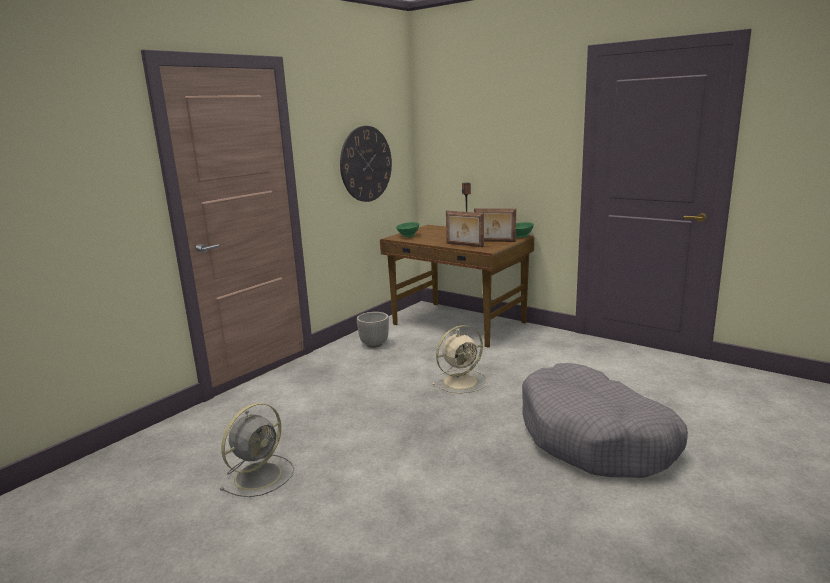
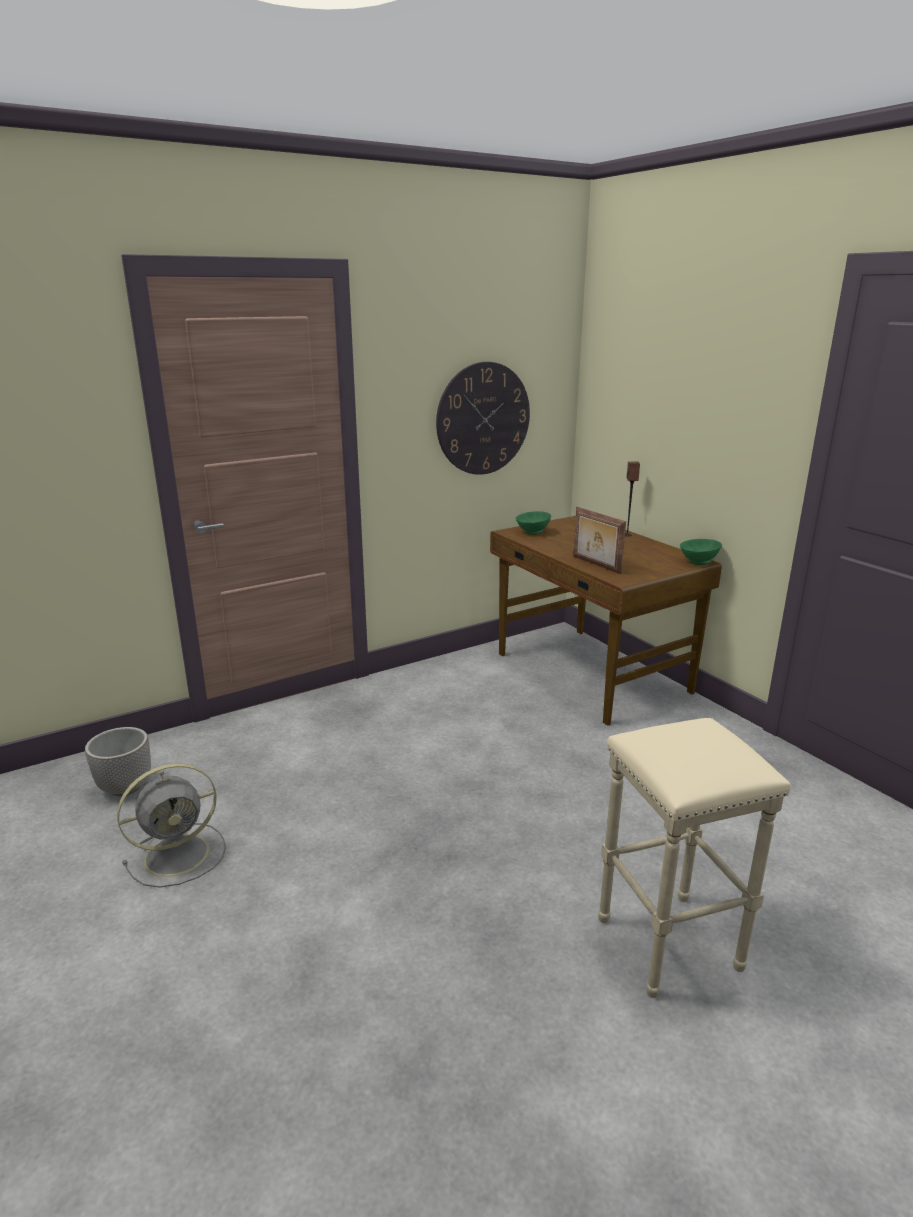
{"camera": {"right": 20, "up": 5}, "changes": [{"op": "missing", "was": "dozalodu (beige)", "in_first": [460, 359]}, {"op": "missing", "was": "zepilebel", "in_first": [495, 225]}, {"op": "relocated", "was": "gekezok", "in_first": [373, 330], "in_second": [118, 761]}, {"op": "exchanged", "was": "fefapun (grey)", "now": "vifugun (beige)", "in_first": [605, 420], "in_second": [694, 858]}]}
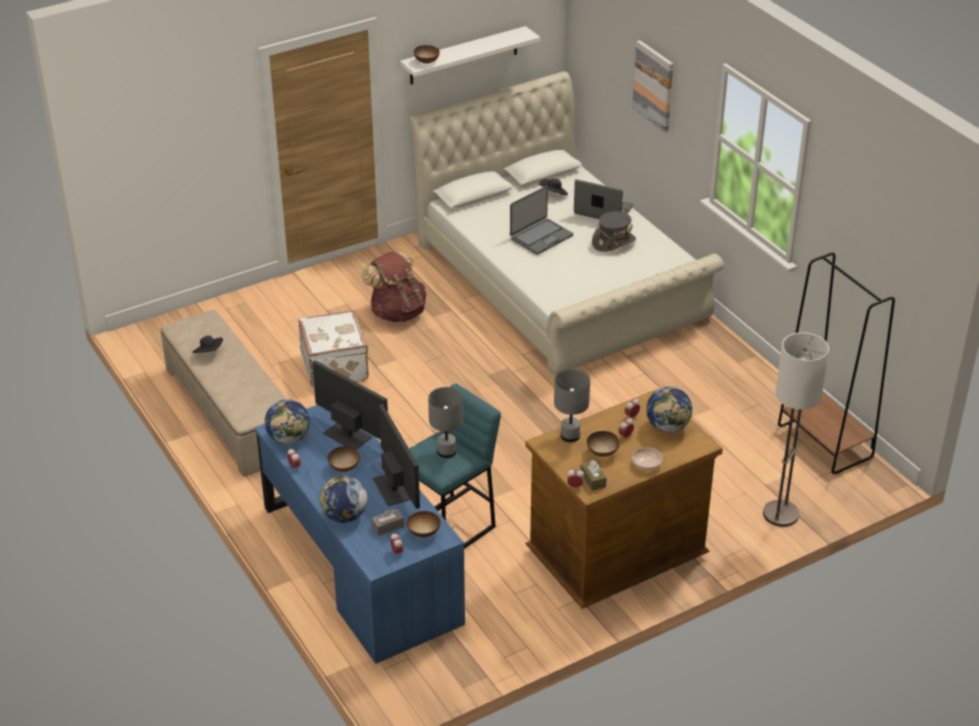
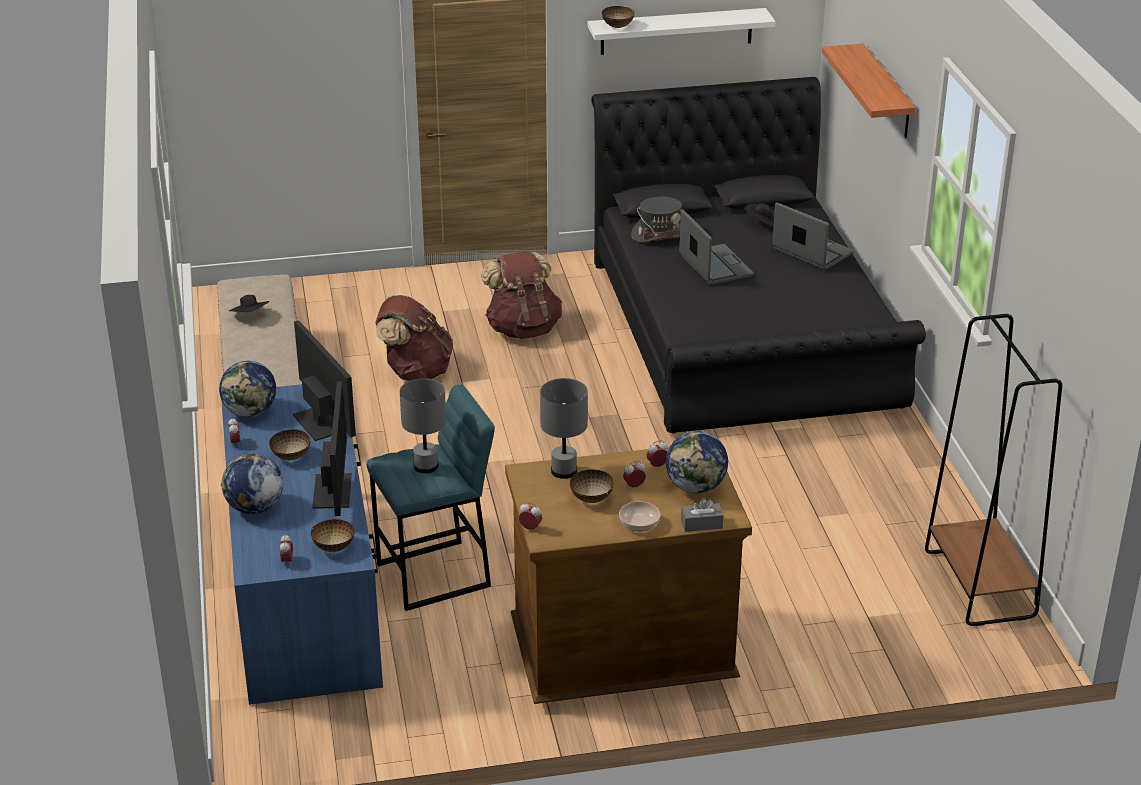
{"camera": {"right": 20, "up": -5}, "changes": [{"op": "missing", "was": "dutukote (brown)", "in_first": [593, 475]}, {"op": "missing", "was": "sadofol", "in_first": [796, 429]}, {"op": "relocated", "was": "dutukote (grey)", "in_first": [387, 522], "in_second": [702, 515]}, {"op": "relocated", "was": "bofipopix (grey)", "in_first": [614, 231], "in_second": [656, 219]}, {"op": "exchanged", "was": "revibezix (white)", "now": "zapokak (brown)", "in_first": [333, 349], "in_second": [414, 338]}, {"op": "exchanged", "was": "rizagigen", "now": "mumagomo", "in_first": [652, 86], "in_second": [869, 91]}, {"op": "colour", "was": "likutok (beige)", "now": "likutok (black)", "in_first": [566, 223], "in_second": [758, 255]}, {"op": "spun", "was": "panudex", "in_first": [541, 220], "in_second": [716, 247], "clockwise": -90}]}
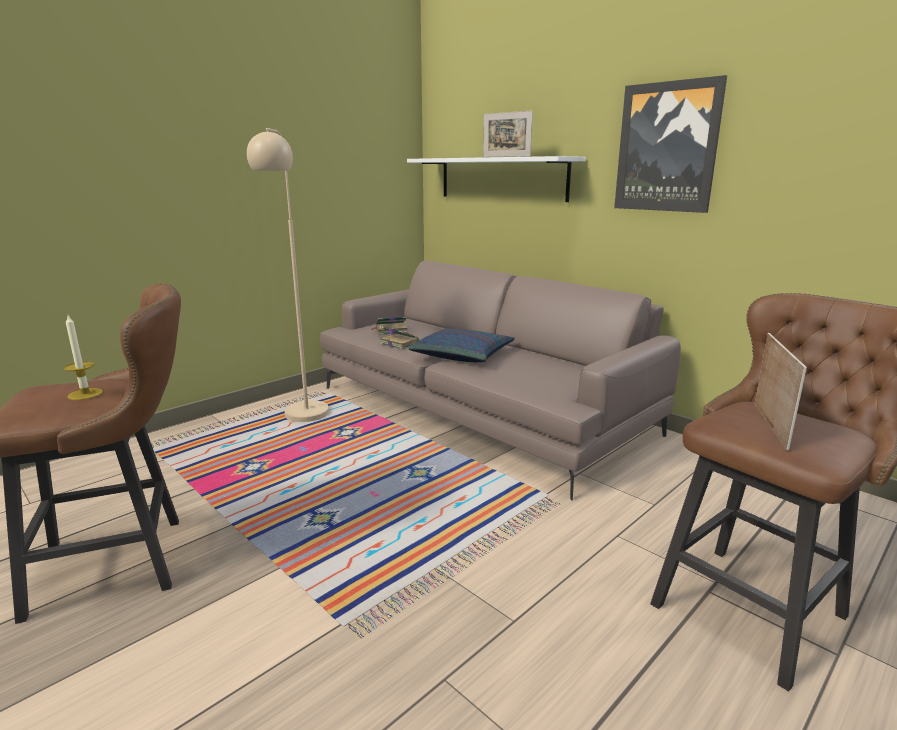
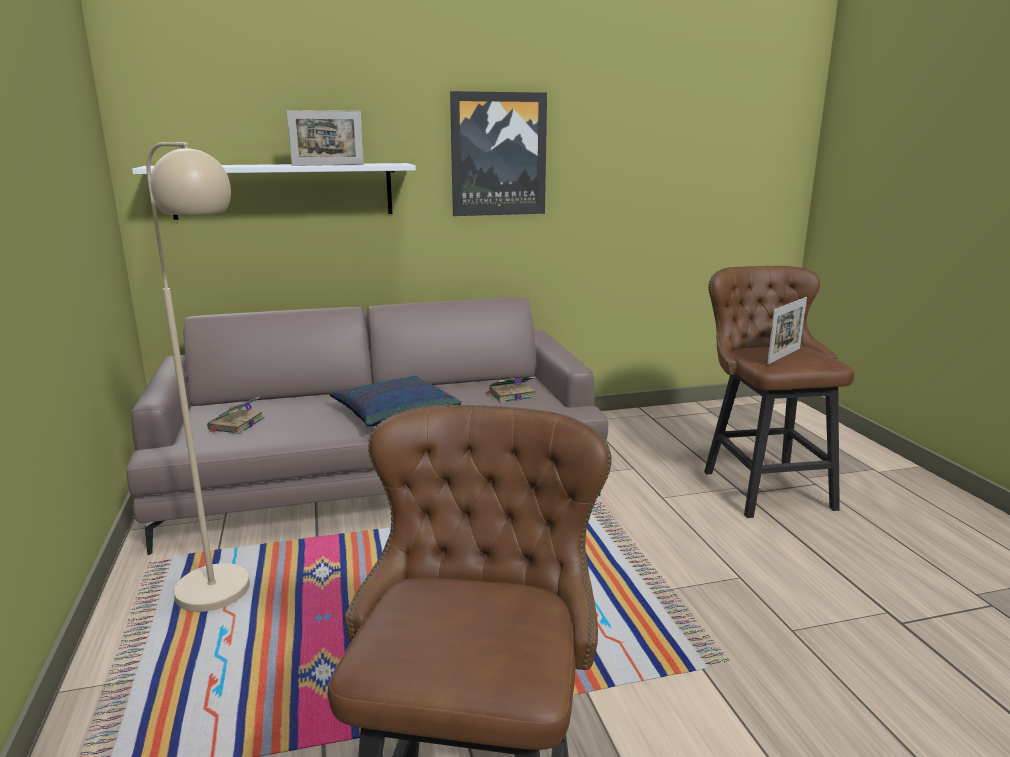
{"camera": {"right": -60, "up": 0}, "changes": [{"op": "missing", "was": "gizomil", "in_first": [83, 357]}, {"op": "relocated", "was": "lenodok", "in_first": [399, 337], "in_second": [510, 389]}, {"op": "spun", "was": "zepilebel", "in_first": [781, 391], "in_second": [787, 331], "clockwise": 90}]}
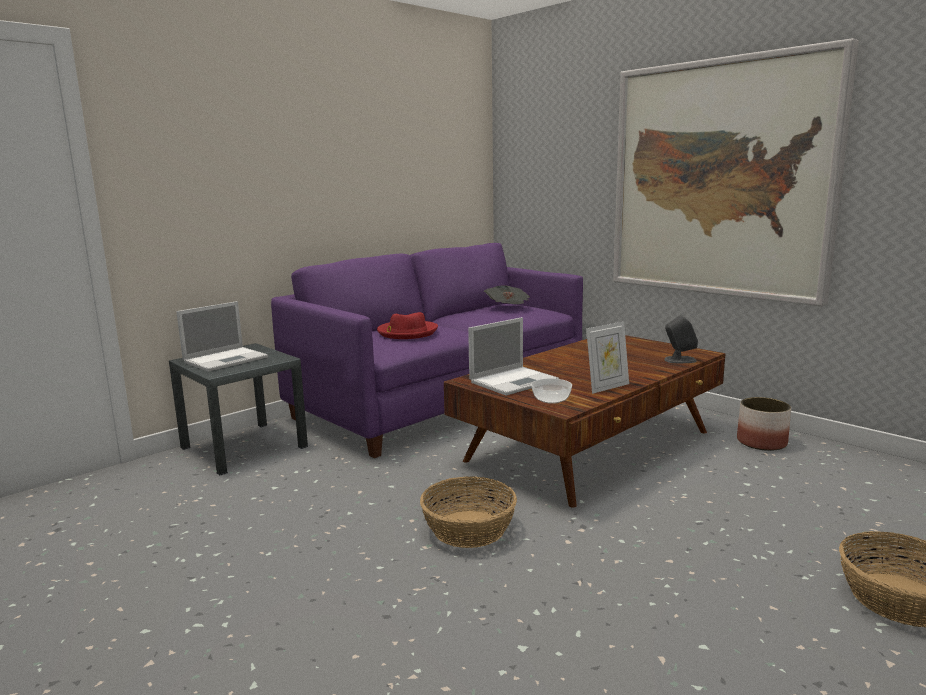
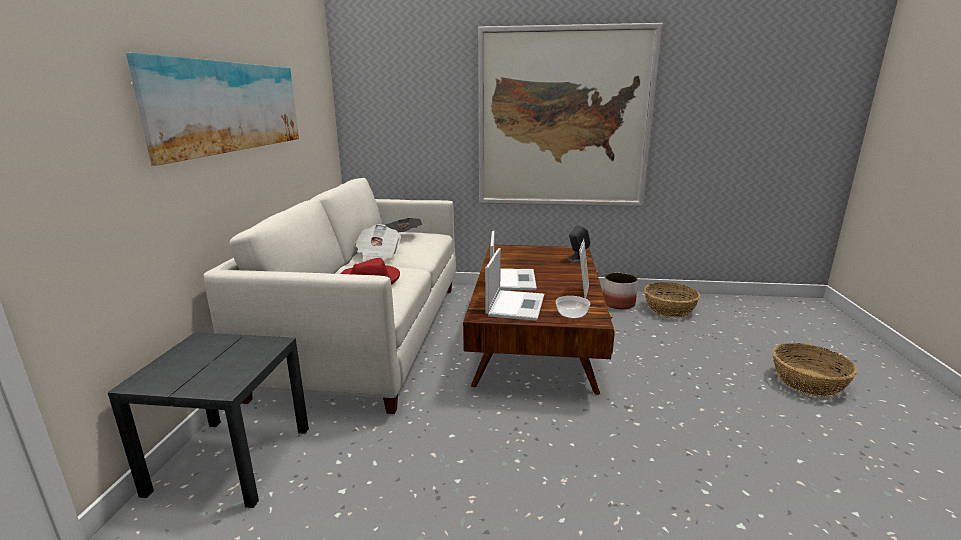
{"camera": {"right": -40, "up": 5}, "changes": [{"op": "appeared", "now": "rizagigen", "in_second": [212, 109]}, {"op": "appeared", "now": "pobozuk", "in_second": [378, 243]}, {"op": "relocated", "was": "panudex", "in_first": [222, 336], "in_second": [513, 260]}, {"op": "relocated", "was": "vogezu", "in_first": [468, 512], "in_second": [672, 299]}, {"op": "colour", "was": "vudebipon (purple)", "now": "vudebipon (white)", "in_first": [427, 350], "in_second": [330, 296]}]}
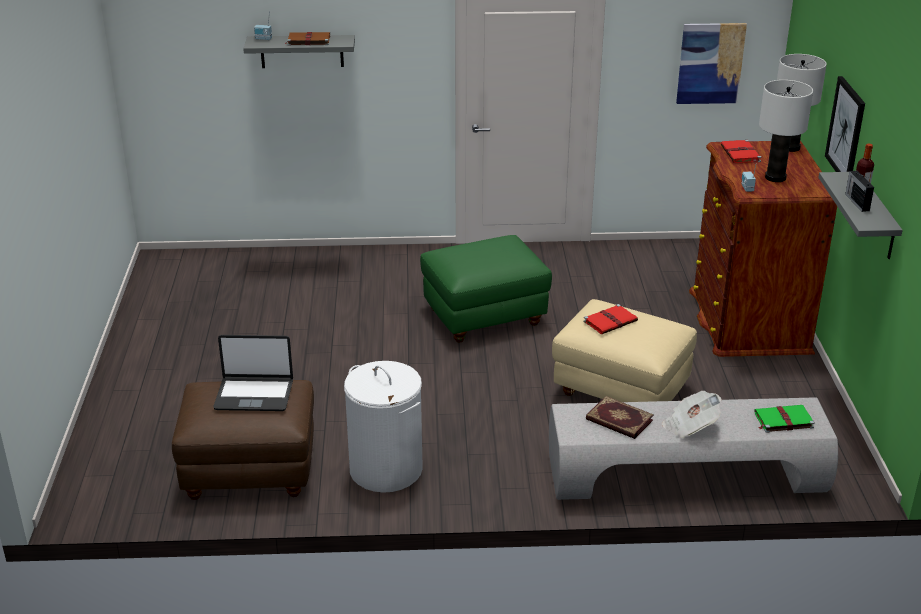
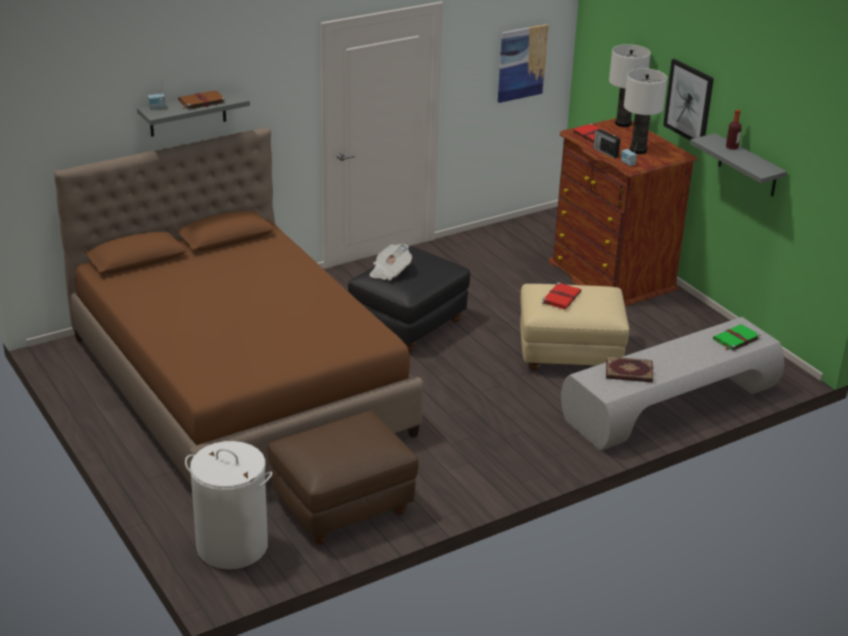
{"camera": {"right": -30, "up": 0}, "changes": [{"op": "missing", "was": "panudex", "in_first": [253, 373]}, {"op": "appeared", "now": "likutok (brown)", "in_second": [238, 307]}, {"op": "relocated", "was": "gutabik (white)", "in_first": [383, 427], "in_second": [229, 505]}, {"op": "relocated", "was": "pobozuk", "in_first": [692, 414], "in_second": [391, 262]}, {"op": "relocated", "was": "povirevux", "in_first": [859, 191], "in_second": [607, 143]}, {"op": "colour", "was": "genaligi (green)", "now": "genaligi (black)", "in_first": [486, 288], "in_second": [409, 299]}]}
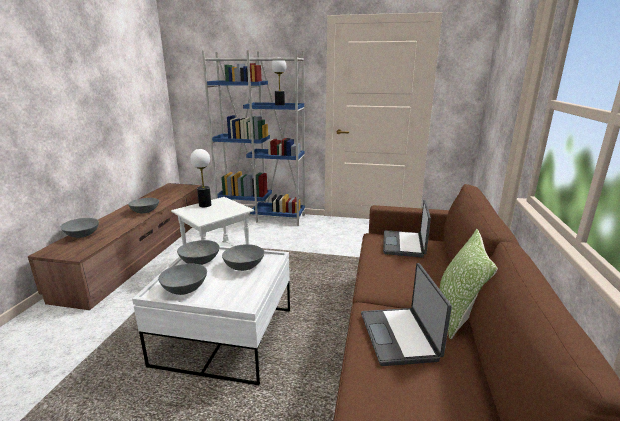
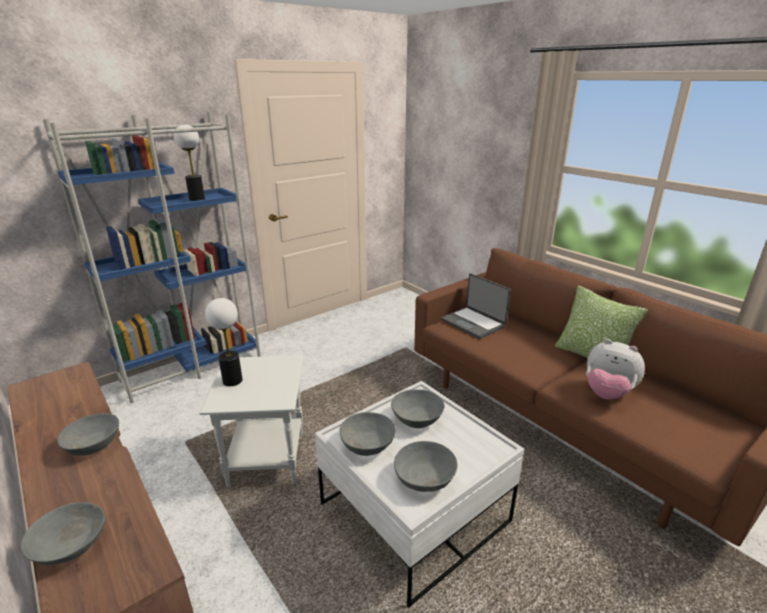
{"camera": {"right": -50, "up": 5}, "changes": [{"op": "exchanged", "was": "panudex", "now": "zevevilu", "in_first": [406, 314], "in_second": [615, 369]}]}
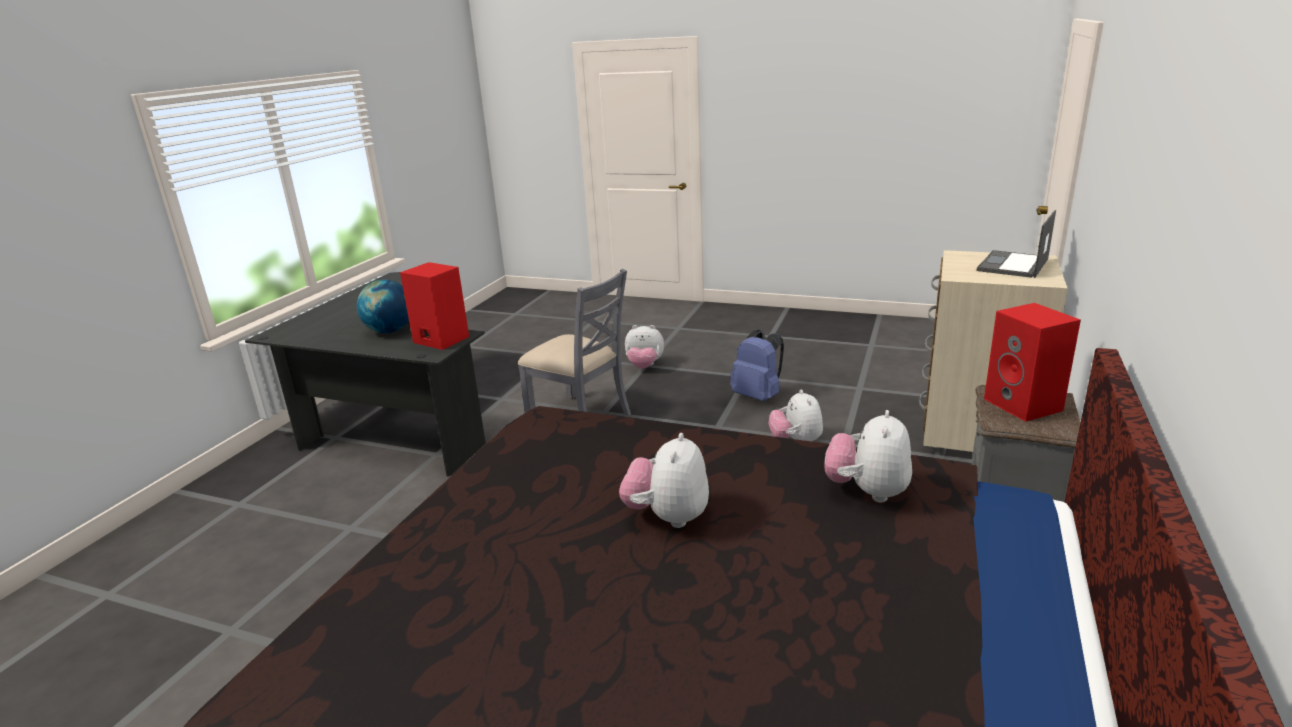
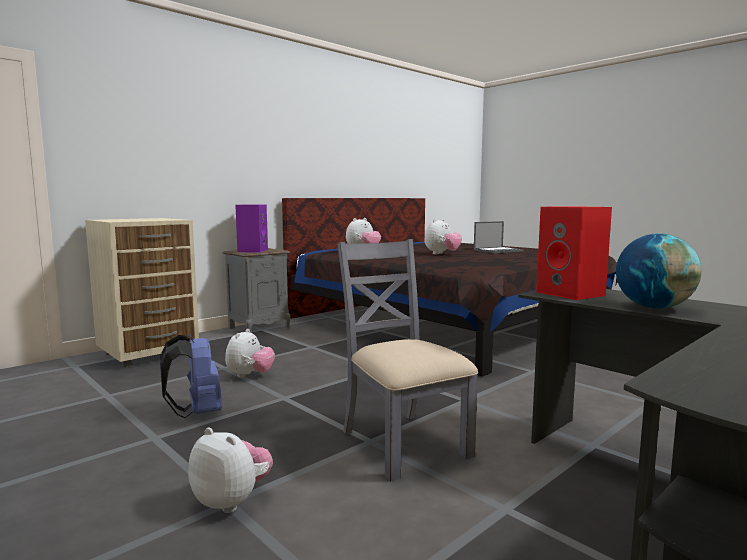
{"camera": {"right": -155, "up": -15}, "changes": [{"op": "relocated", "was": "panudex", "in_first": [1016, 244], "in_second": [499, 237]}, {"op": "colour", "was": "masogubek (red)", "now": "masogubek (purple)", "in_first": [1032, 362], "in_second": [251, 229]}]}
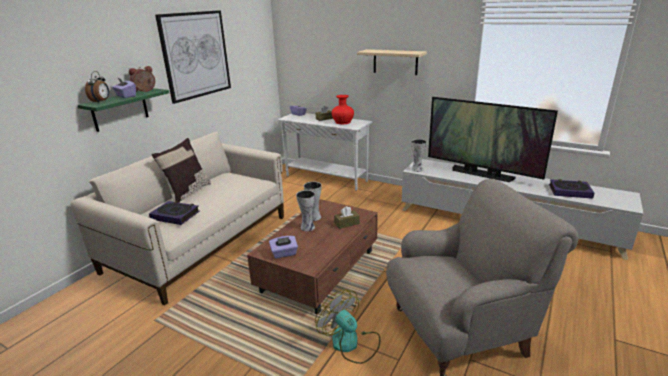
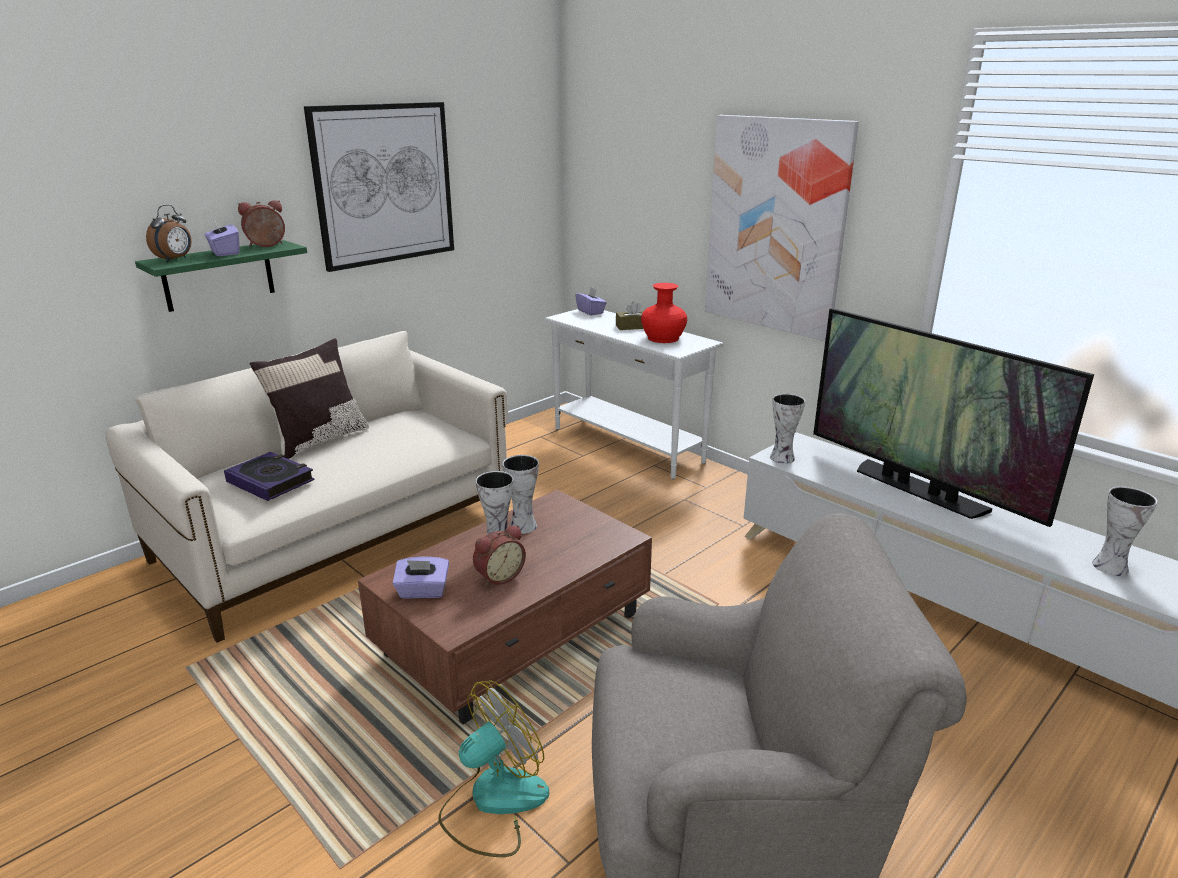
{"camera": {"right": 15, "up": 0}, "changes": [{"op": "missing", "was": "dutukote (brown)", "in_first": [347, 217]}, {"op": "appeared", "now": "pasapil", "in_second": [499, 555]}, {"op": "exchanged", "was": "mumagomo (beige)", "now": "rizagigen", "in_first": [392, 62], "in_second": [782, 228]}, {"op": "exchanged", "was": "lenodok", "now": "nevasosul", "in_first": [571, 189], "in_second": [1125, 531]}, {"op": "spun", "was": "dozalodu", "in_first": [347, 326], "in_second": [493, 768], "clockwise": 75}]}
